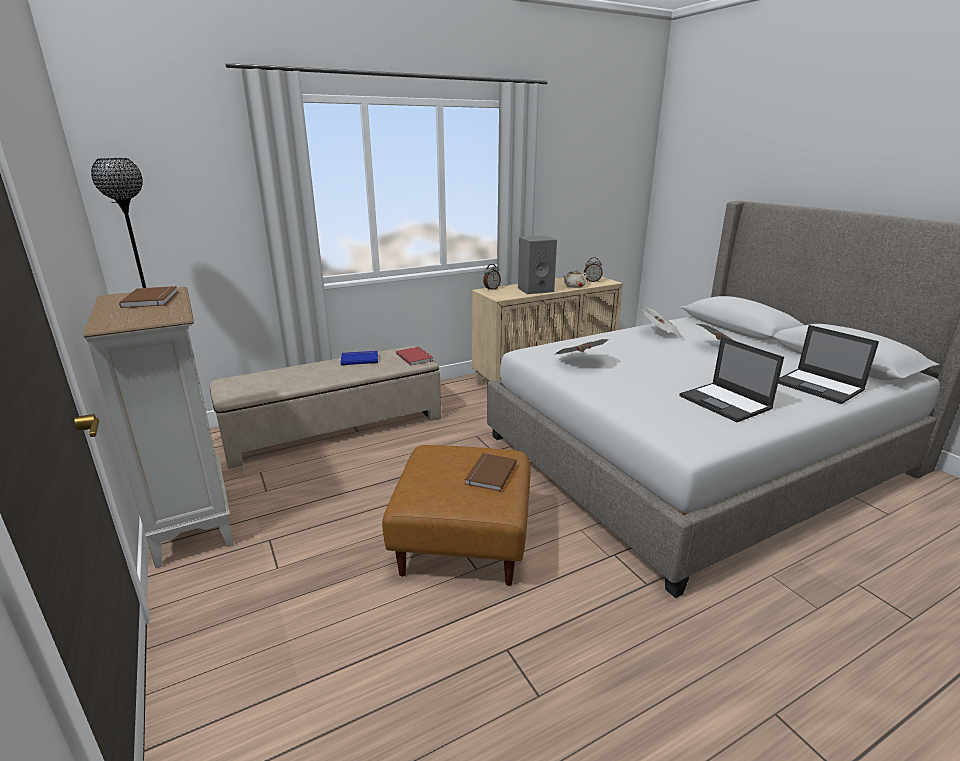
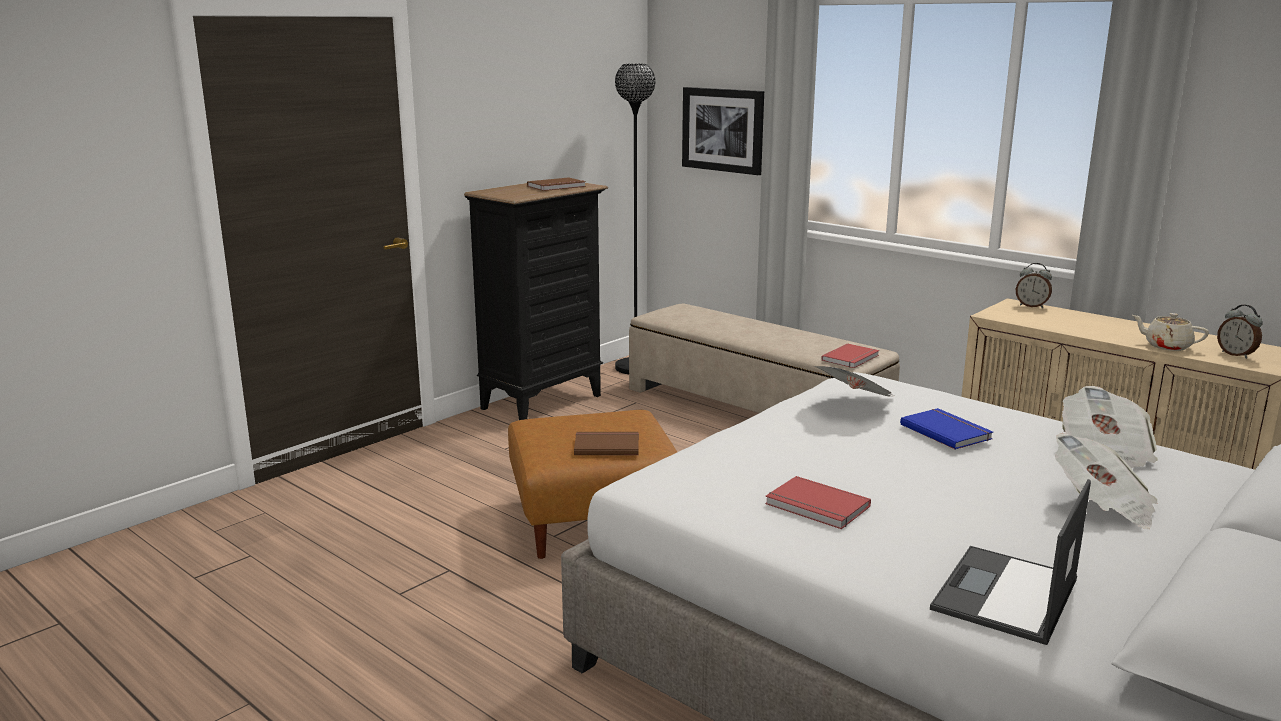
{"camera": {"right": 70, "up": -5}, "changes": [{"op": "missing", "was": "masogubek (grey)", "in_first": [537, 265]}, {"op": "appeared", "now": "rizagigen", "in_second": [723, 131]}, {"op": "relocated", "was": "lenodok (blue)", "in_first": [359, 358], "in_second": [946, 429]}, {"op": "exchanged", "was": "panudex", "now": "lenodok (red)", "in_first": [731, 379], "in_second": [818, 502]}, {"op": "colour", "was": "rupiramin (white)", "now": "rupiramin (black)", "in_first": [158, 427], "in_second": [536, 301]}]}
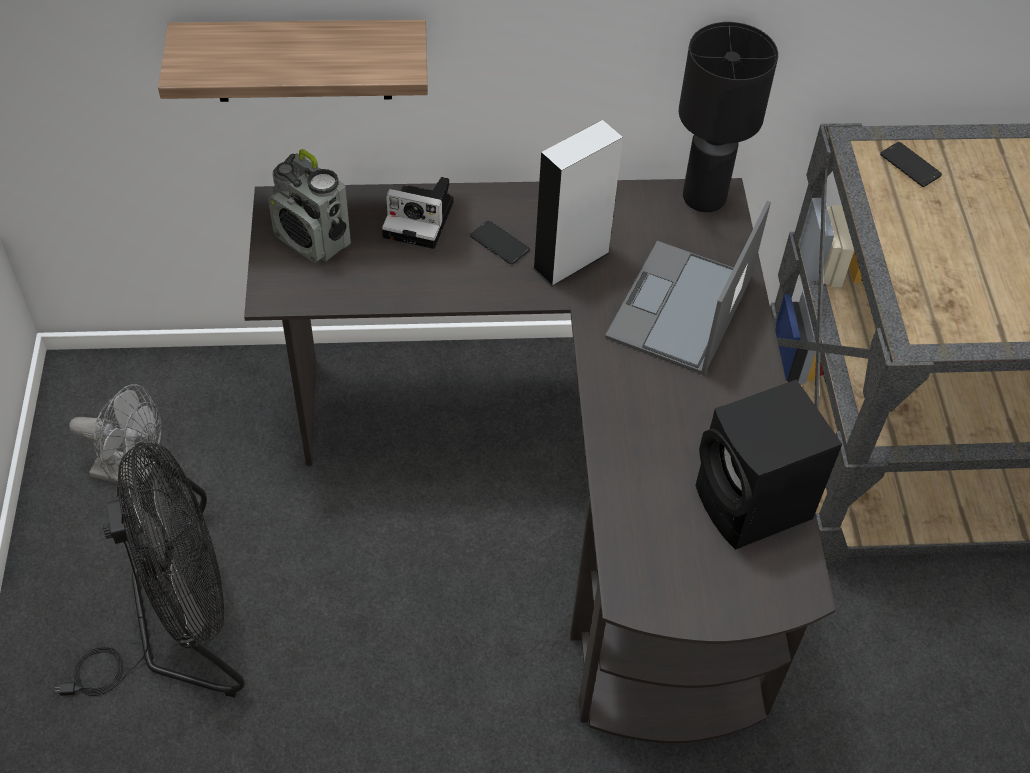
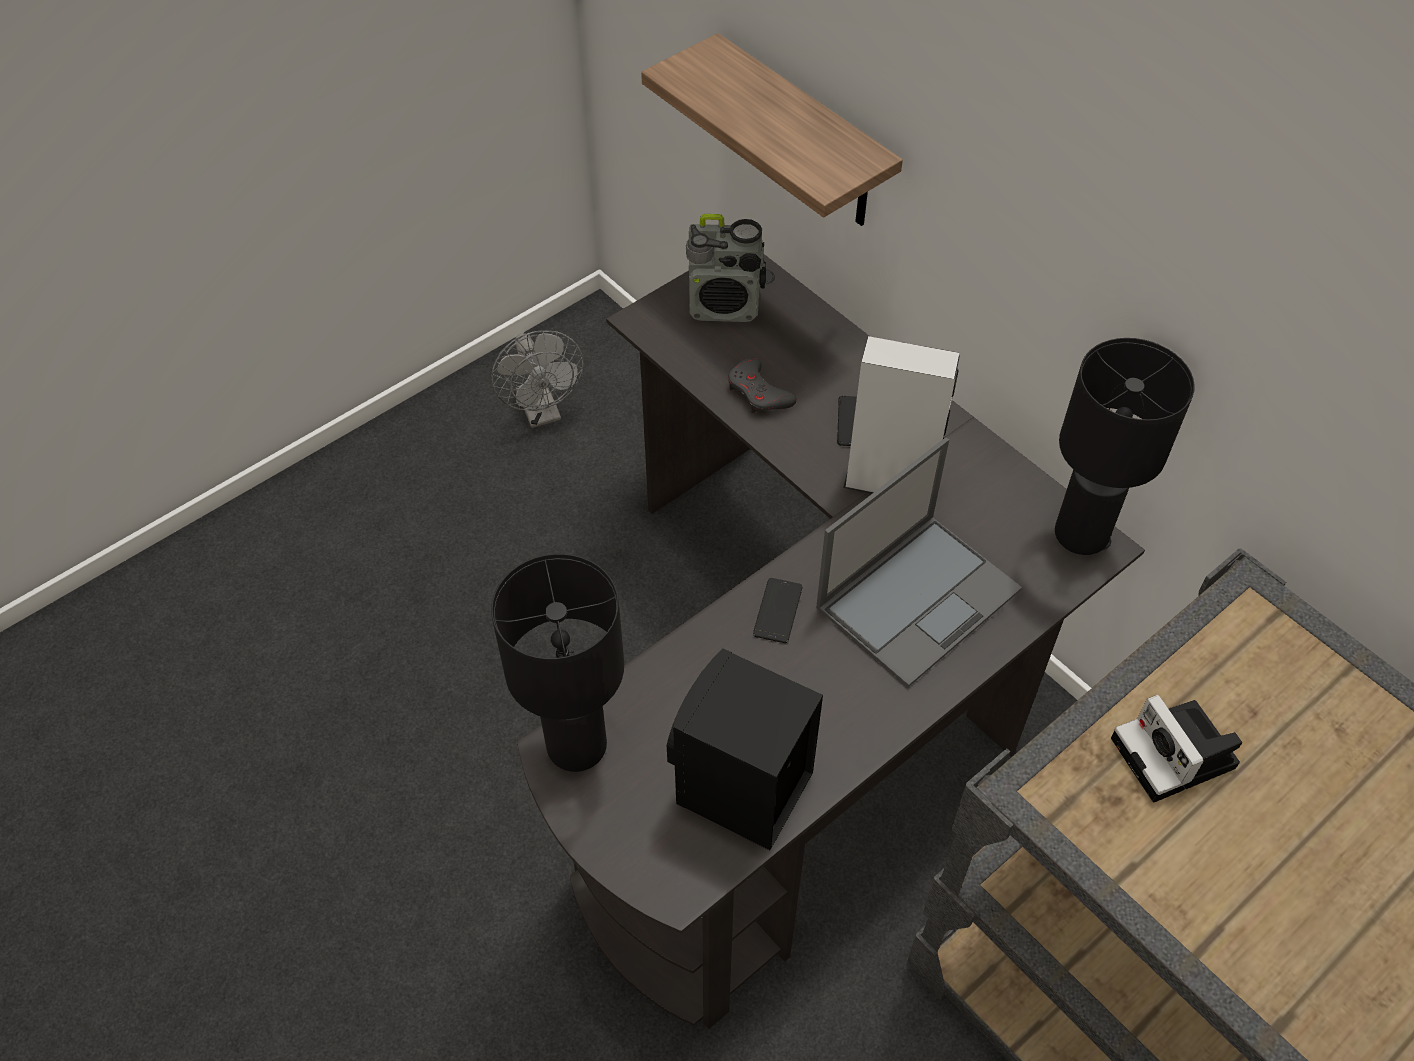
{"camera": {"right": 55, "up": 0}, "changes": [{"op": "missing", "was": "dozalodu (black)", "in_first": [150, 570]}, {"op": "appeared", "now": "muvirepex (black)", "in_second": [557, 663]}, {"op": "appeared", "now": "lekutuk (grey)", "in_second": [762, 385]}, {"op": "relocated", "was": "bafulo", "in_first": [417, 213], "in_second": [1176, 748]}, {"op": "relocated", "was": "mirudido", "in_first": [911, 164], "in_second": [778, 610]}, {"op": "spun", "was": "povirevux", "in_first": [309, 206], "in_second": [726, 268], "clockwise": -90}, {"op": "spun", "was": "panudex", "in_first": [688, 288], "in_second": [919, 562], "clockwise": 150}]}
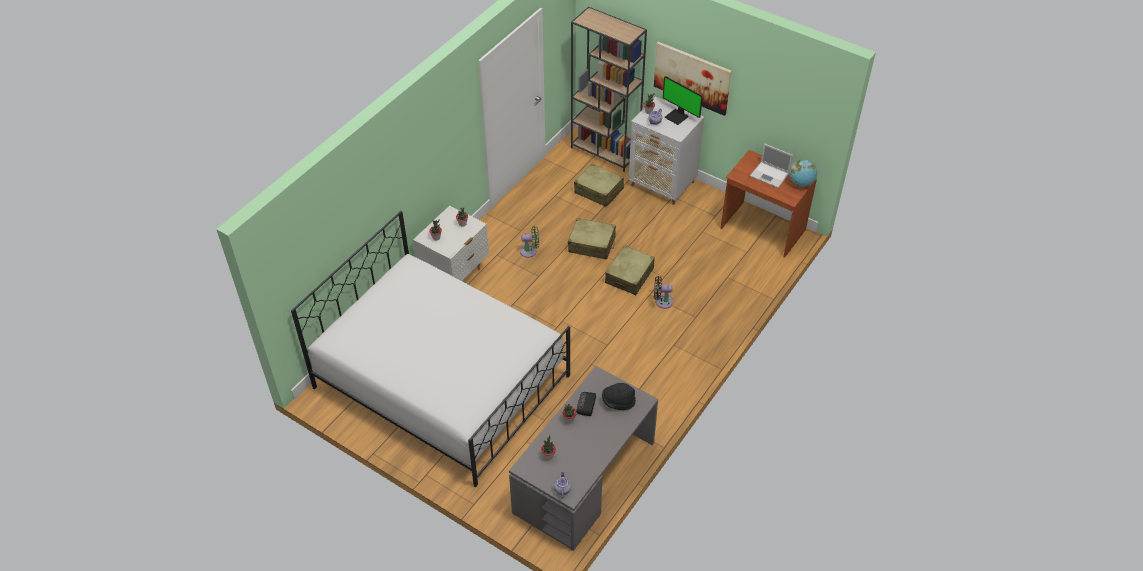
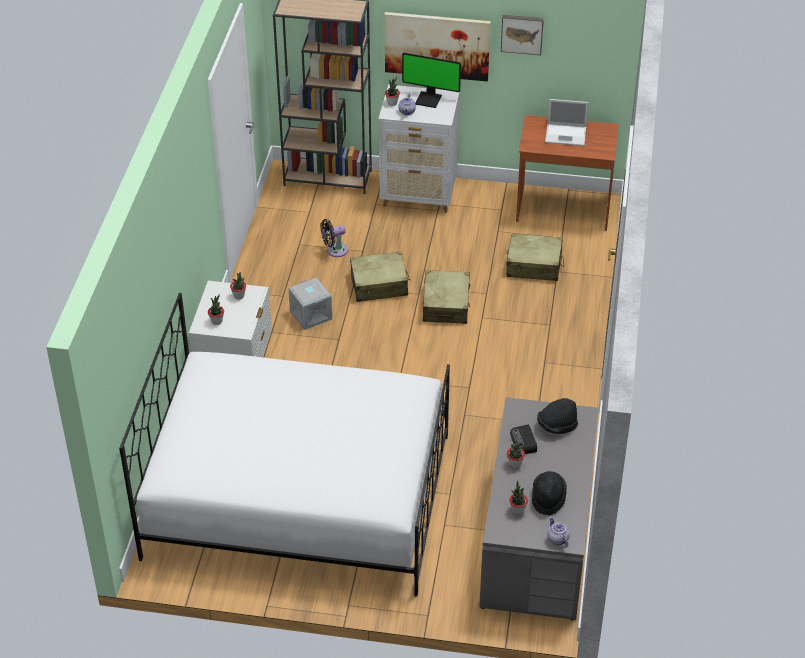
{"camera": {"right": -25, "up": -5}, "changes": [{"op": "missing", "was": "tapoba", "in_first": [803, 173]}, {"op": "appeared", "now": "rizagigen", "in_second": [522, 35]}, {"op": "appeared", "now": "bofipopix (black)", "in_second": [549, 493]}, {"op": "relocated", "was": "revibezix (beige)", "in_first": [599, 185], "in_second": [535, 257]}, {"op": "relocated", "was": "dozalodu (black)", "in_first": [663, 292], "in_second": [334, 238]}, {"op": "exchanged", "was": "dozalodu (green)", "now": "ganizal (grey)", "in_first": [529, 242], "in_second": [310, 304]}]}
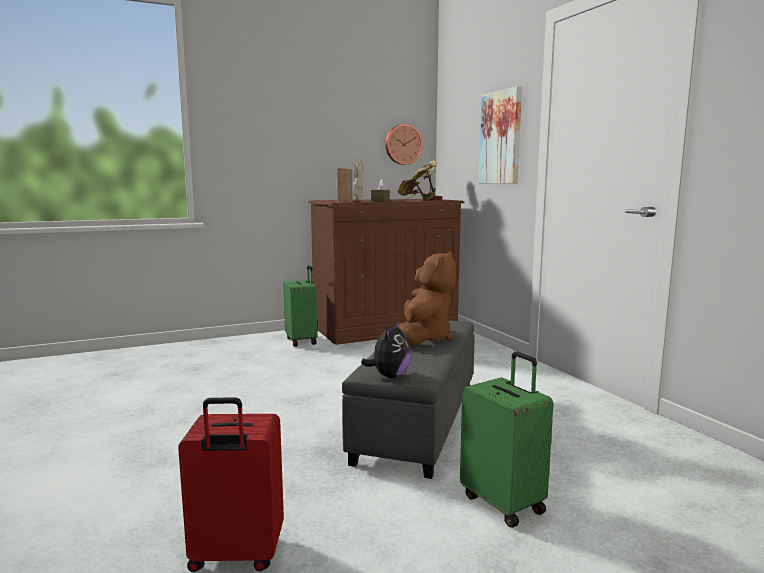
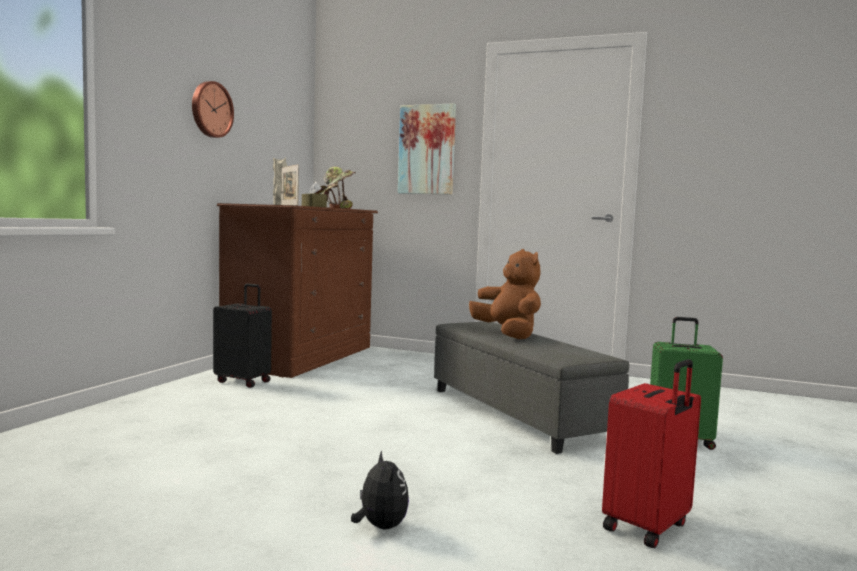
{"camera": {"right": -45, "up": -5}, "changes": [{"op": "relocated", "was": "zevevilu", "in_first": [386, 349], "in_second": [380, 489]}, {"op": "relocated", "was": "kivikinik", "in_first": [404, 144], "in_second": [213, 109]}, {"op": "colour", "was": "revibezix (green)", "now": "revibezix (black)", "in_first": [300, 306], "in_second": [242, 336]}]}
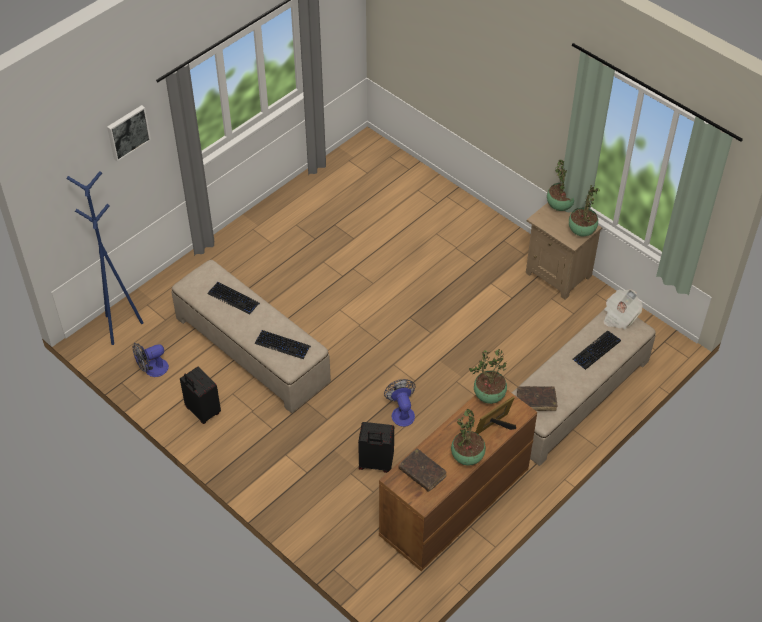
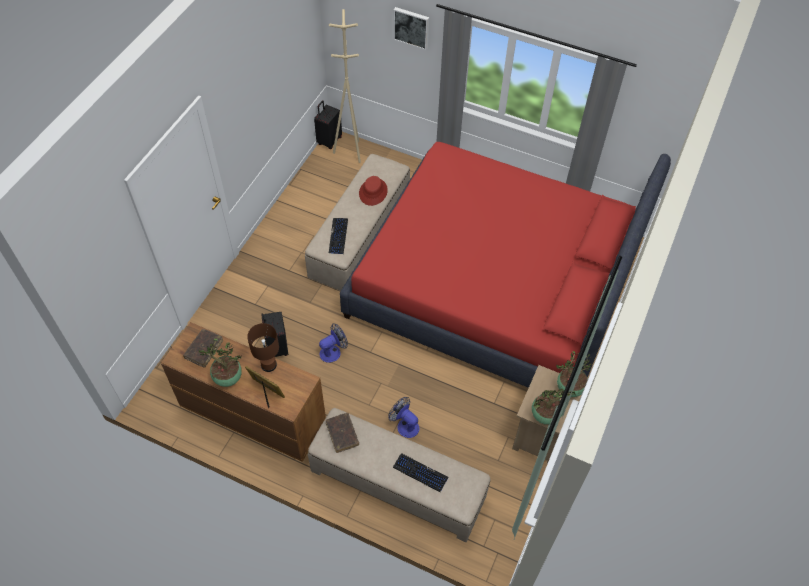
{"camera": {"right": 70, "up": 5}, "changes": [{"op": "missing", "was": "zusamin", "in_first": [488, 376]}, {"op": "missing", "was": "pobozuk", "in_first": [622, 309]}, {"op": "appeared", "now": "muvirepex (brown)", "in_second": [263, 347]}, {"op": "appeared", "now": "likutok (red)", "in_second": [505, 265]}, {"op": "relocated", "was": "dozalodu", "in_first": [150, 360], "in_second": [403, 417]}, {"op": "relocated", "was": "revibezix (black)", "in_first": [200, 395], "in_second": [328, 124]}, {"op": "exchanged", "was": "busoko", "now": "bofipopix (red)", "in_first": [234, 298], "in_second": [373, 191]}, {"op": "colour", "was": "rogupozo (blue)", "now": "rogupozo (beige)", "in_first": [105, 258], "in_second": [345, 86]}]}
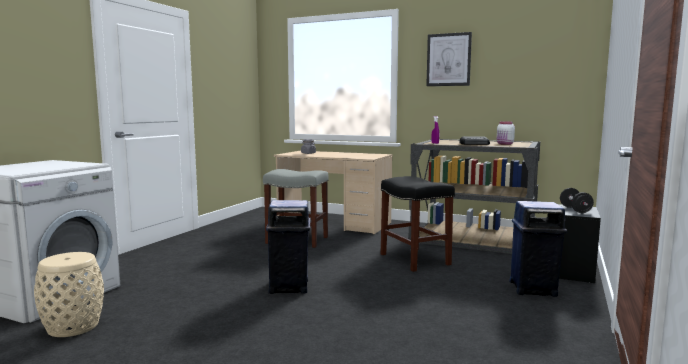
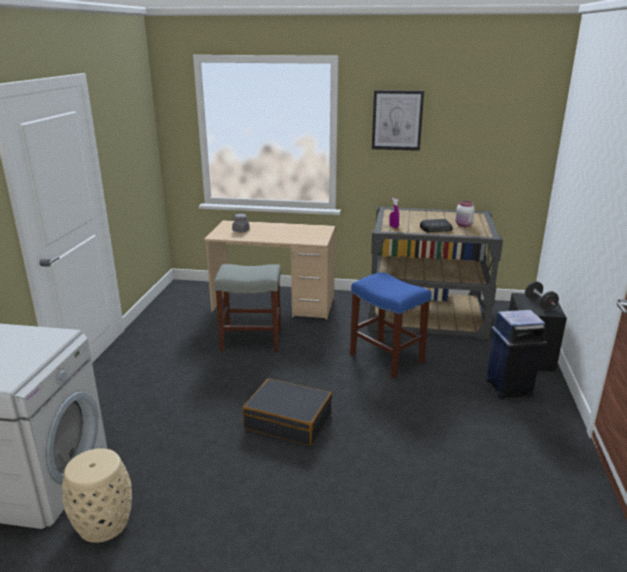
{"camera": {"right": -15, "up": 15}, "changes": [{"op": "exchanged", "was": "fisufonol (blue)", "now": "revibezix (black)", "in_first": [288, 247], "in_second": [287, 412]}, {"op": "colour", "was": "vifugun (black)", "now": "vifugun (blue)", "in_first": [418, 224], "in_second": [390, 325]}]}
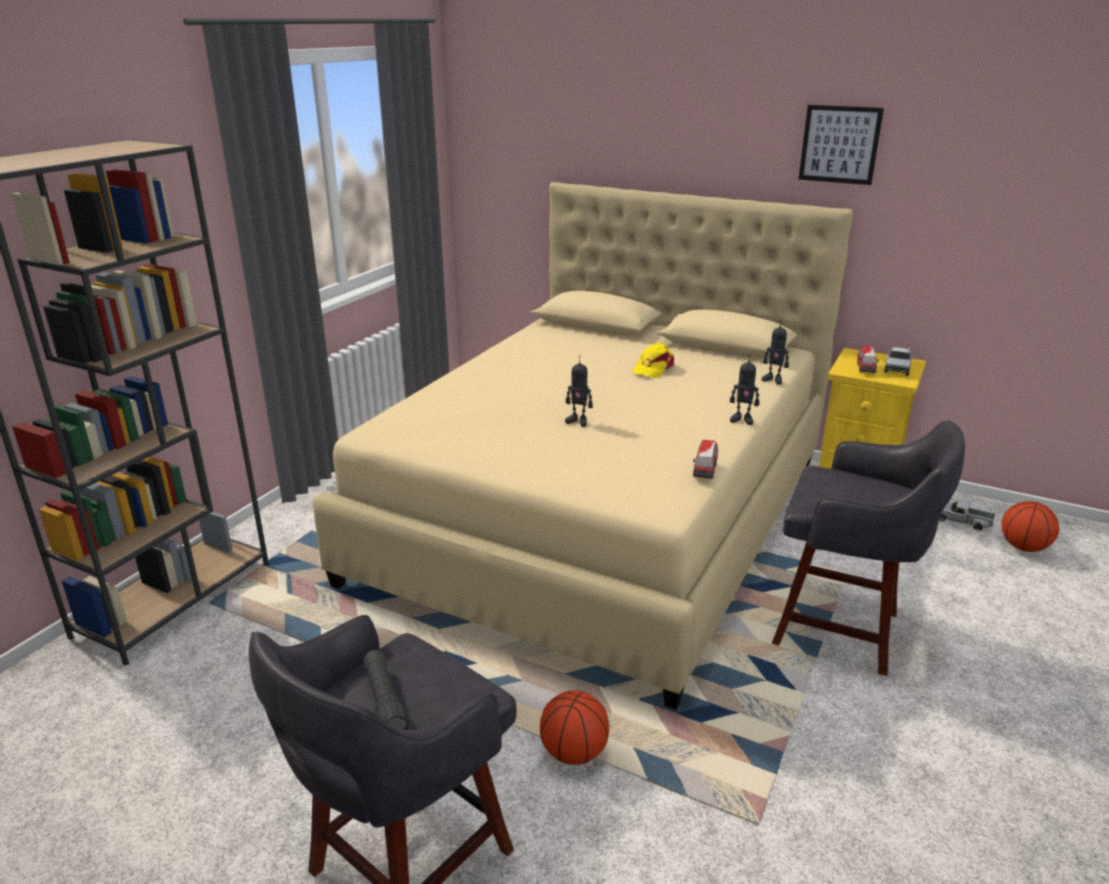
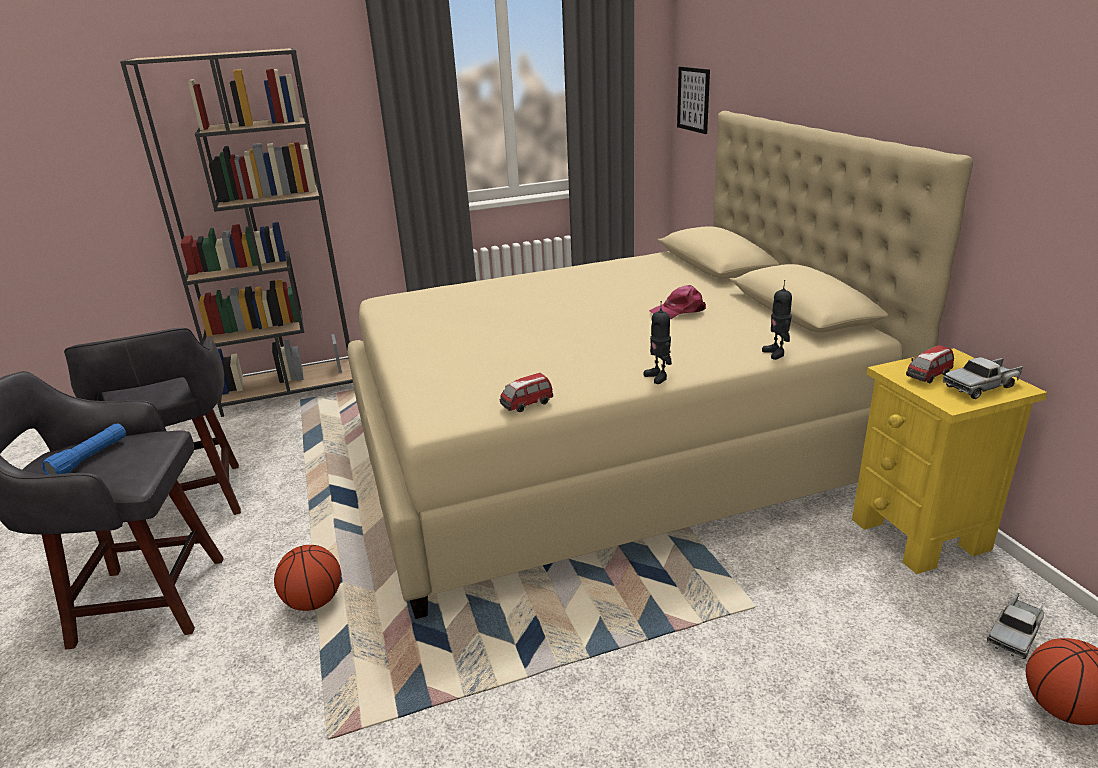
{"camera": {"right": 45, "up": 0}, "changes": [{"op": "missing", "was": "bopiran", "in_first": [579, 391]}, {"op": "relocated", "was": "vifugun (grey)", "in_first": [868, 548], "in_second": [152, 421]}, {"op": "relocated", "was": "rizagigen", "in_first": [841, 145], "in_second": [693, 100]}, {"op": "colour", "was": "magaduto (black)", "now": "magaduto (blue)", "in_first": [386, 690], "in_second": [84, 449]}, {"op": "colour", "was": "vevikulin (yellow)", "now": "vevikulin (pink)", "in_first": [653, 360], "in_second": [677, 302]}, {"op": "spun", "was": "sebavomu", "in_first": [967, 515], "in_second": [1015, 626], "clockwise": -120}]}
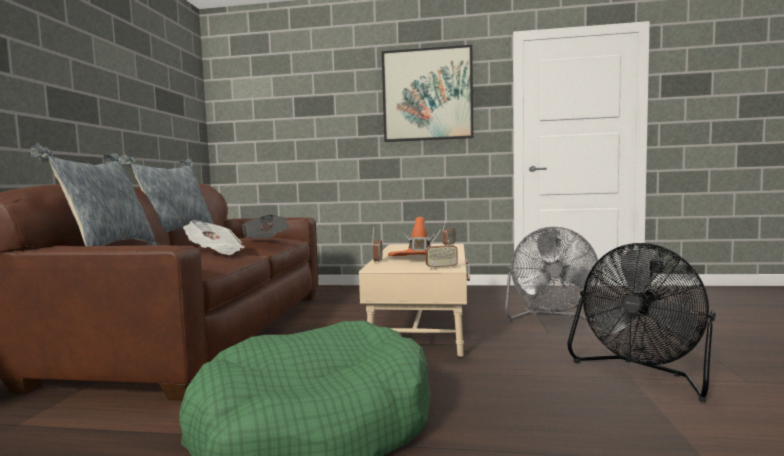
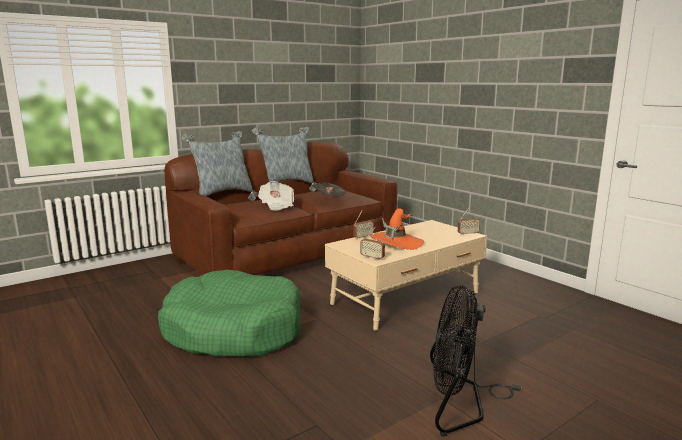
{"camera": {"right": 45, "up": 10}, "changes": [{"op": "missing", "was": "rizagigen", "in_first": [427, 93]}, {"op": "missing", "was": "dozalodu (grey)", "in_first": [556, 275]}]}
